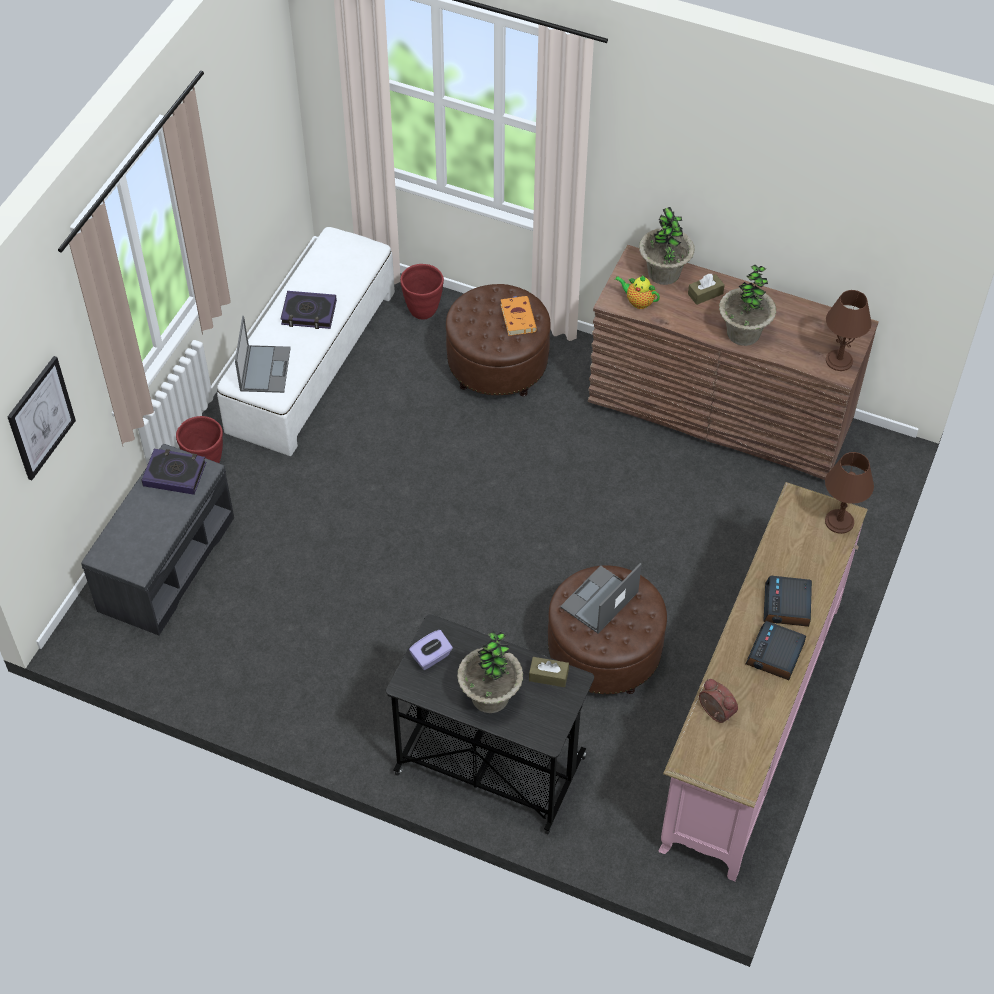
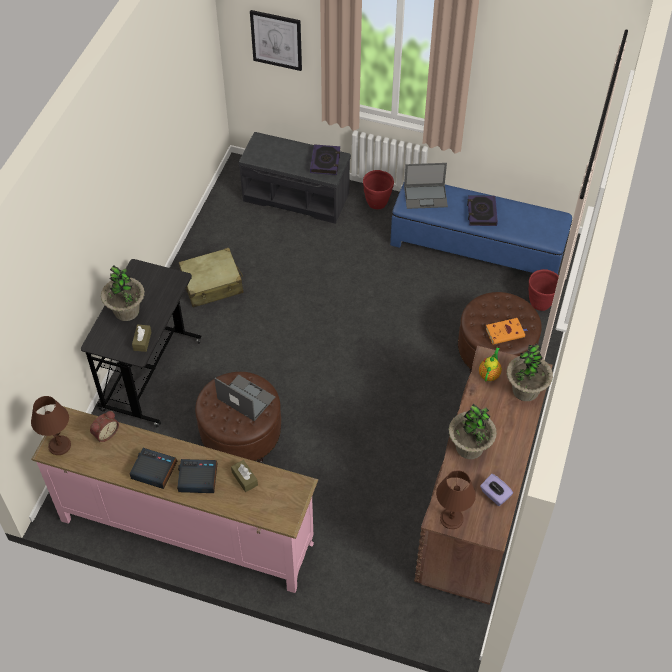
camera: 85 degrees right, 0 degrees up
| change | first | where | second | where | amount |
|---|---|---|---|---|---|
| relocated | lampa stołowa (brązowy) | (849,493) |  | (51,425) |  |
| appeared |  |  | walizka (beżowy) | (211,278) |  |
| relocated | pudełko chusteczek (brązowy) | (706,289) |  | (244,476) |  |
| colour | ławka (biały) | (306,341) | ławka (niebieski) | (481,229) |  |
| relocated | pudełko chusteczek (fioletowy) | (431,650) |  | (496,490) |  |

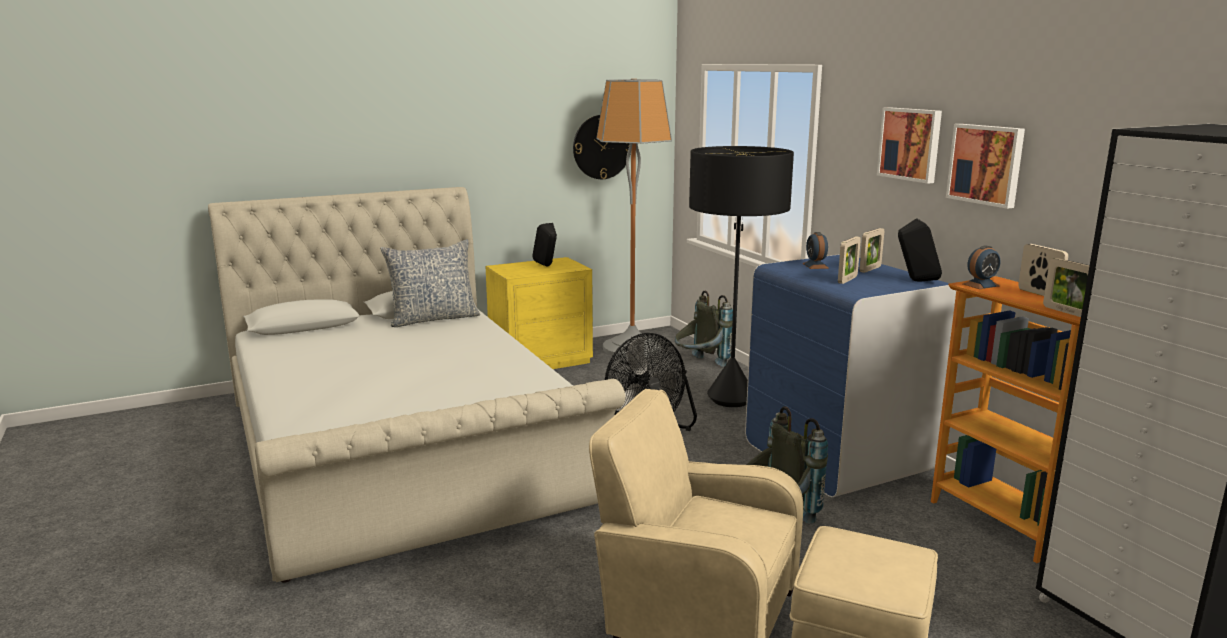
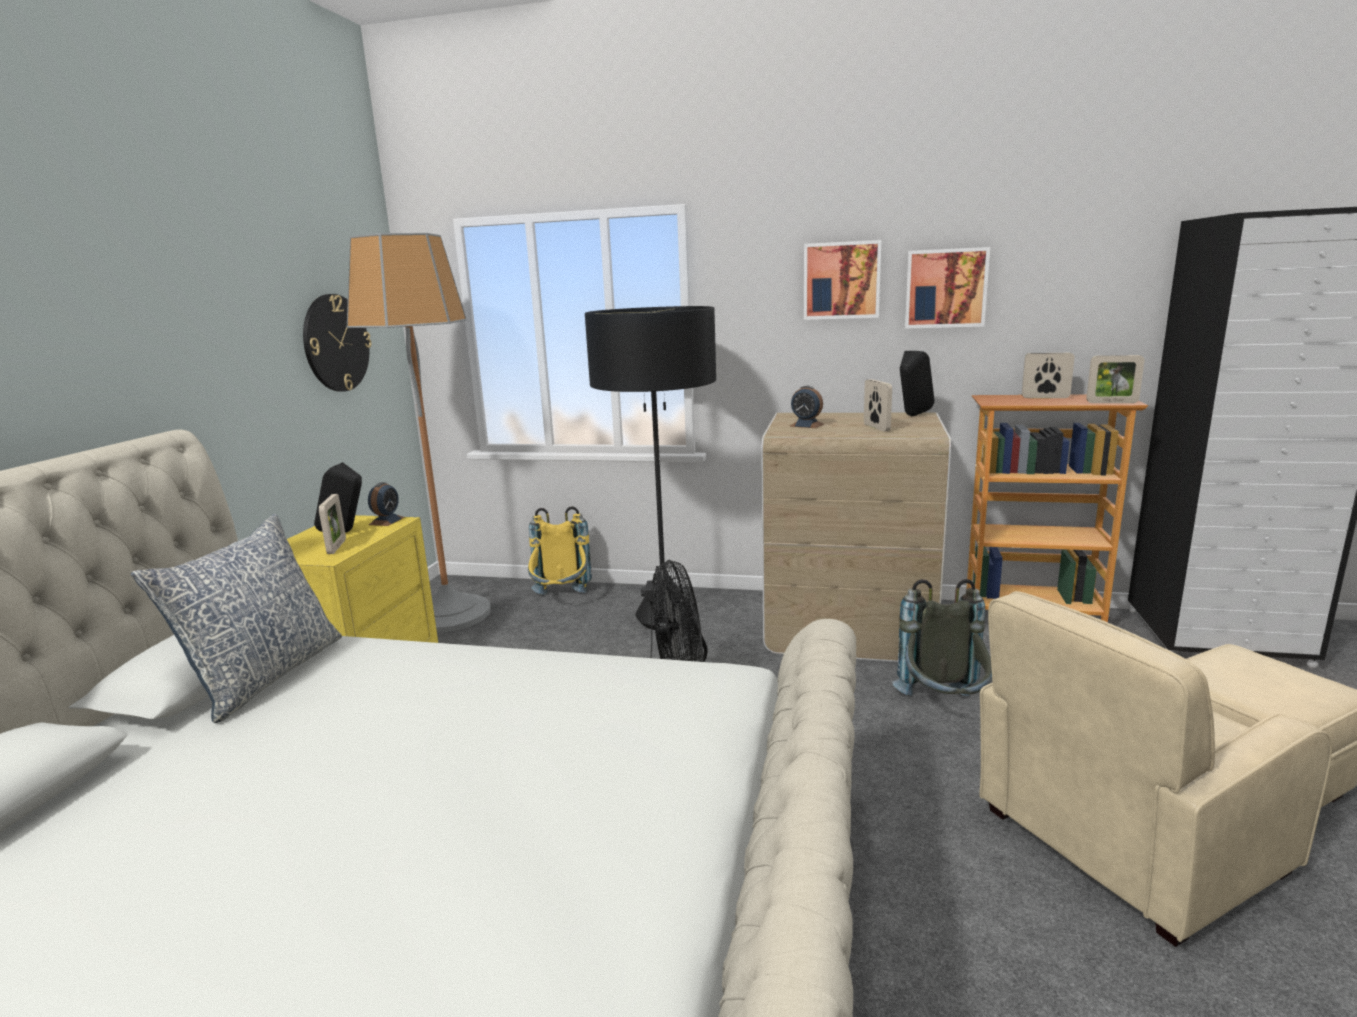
camera: 50 degrees left, 0 degrees up
| change | first | where | second | where | amount |
|---|---|---|---|---|---|
| relocated | ramka na zdjęcie | (871,250) |  | (332,524) |  |
| relocated | budzik | (982,267) |  | (386,504) |  |
| colour | plecak (szary) | (704,328) | plecak (żółty) | (560,550) |  |
| colour | komoda (niebieski) | (850,375) | komoda (beżowy) | (856,537) |  |

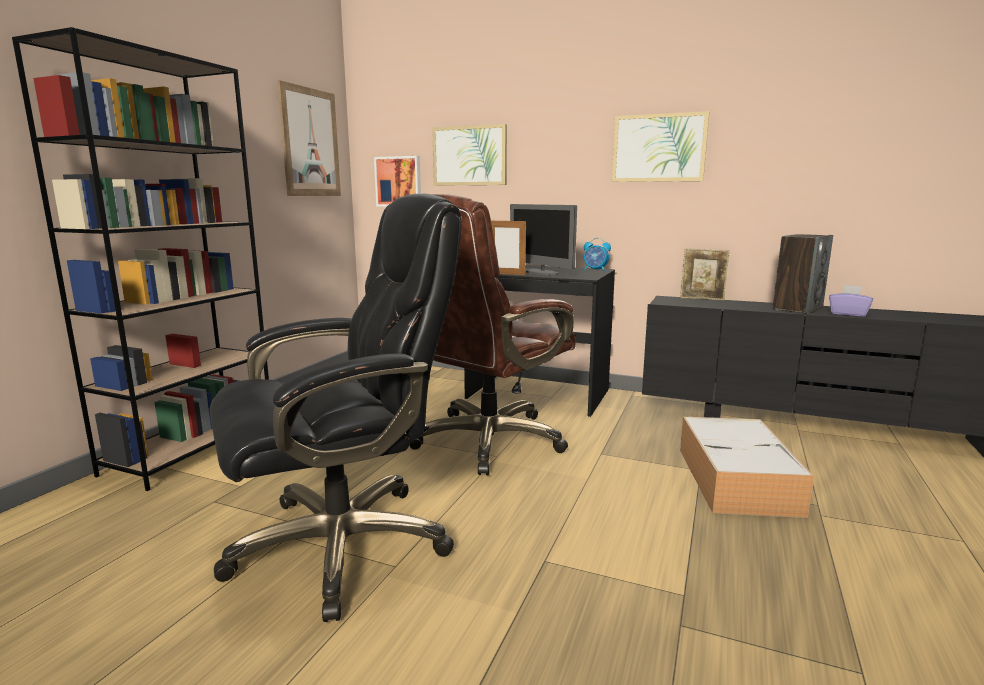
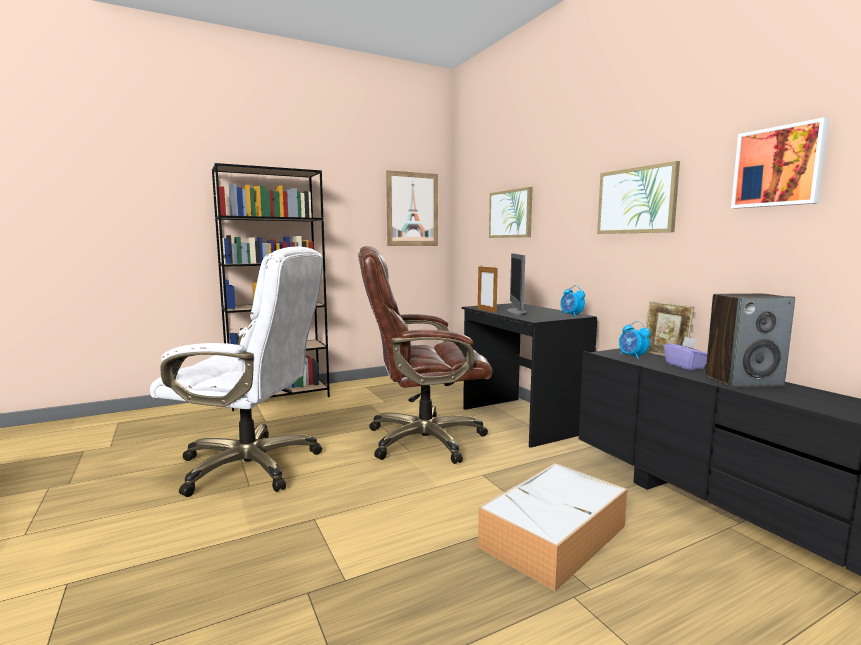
camera: 40 degrees right, 5 degrees down
| change | first | where | second | where | amount |
|---|---|---|---|---|---|
| colour | krzesło biurowe (czarny) | (336,408) | krzesło biurowe (biały) | (236,372) |  |
| appeared |  |  | budzik | (634,340) |  |
| relocated | pudełko chusteczek (fioletowy) | (851,301) |  | (685,353) |  |
| relocated | obraz | (397,181) |  | (780,163) |  |

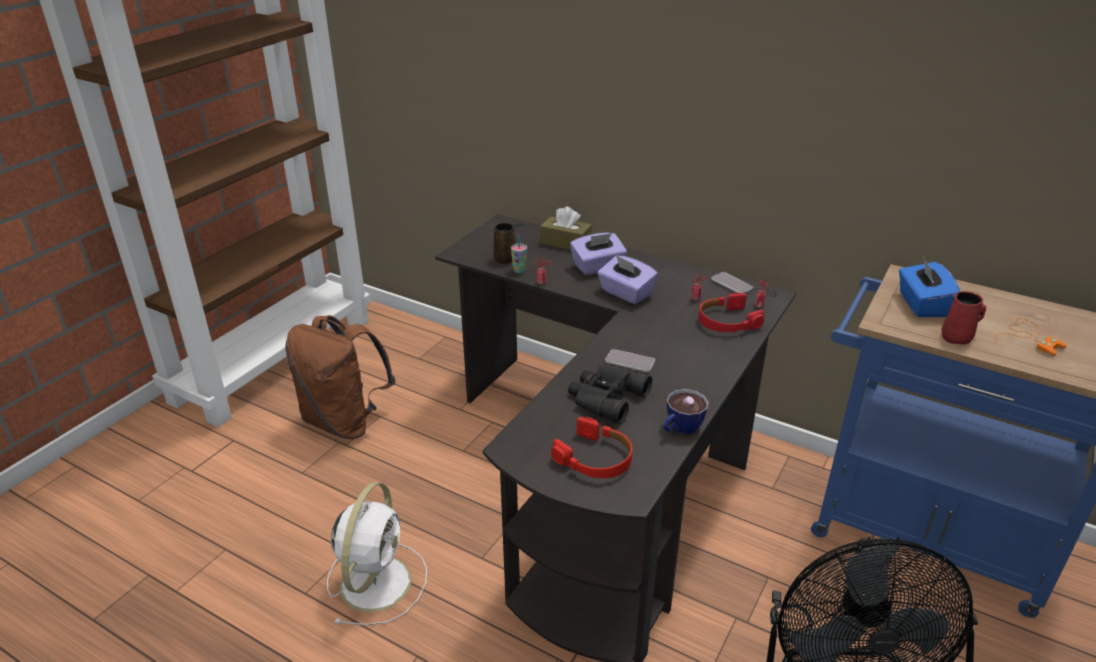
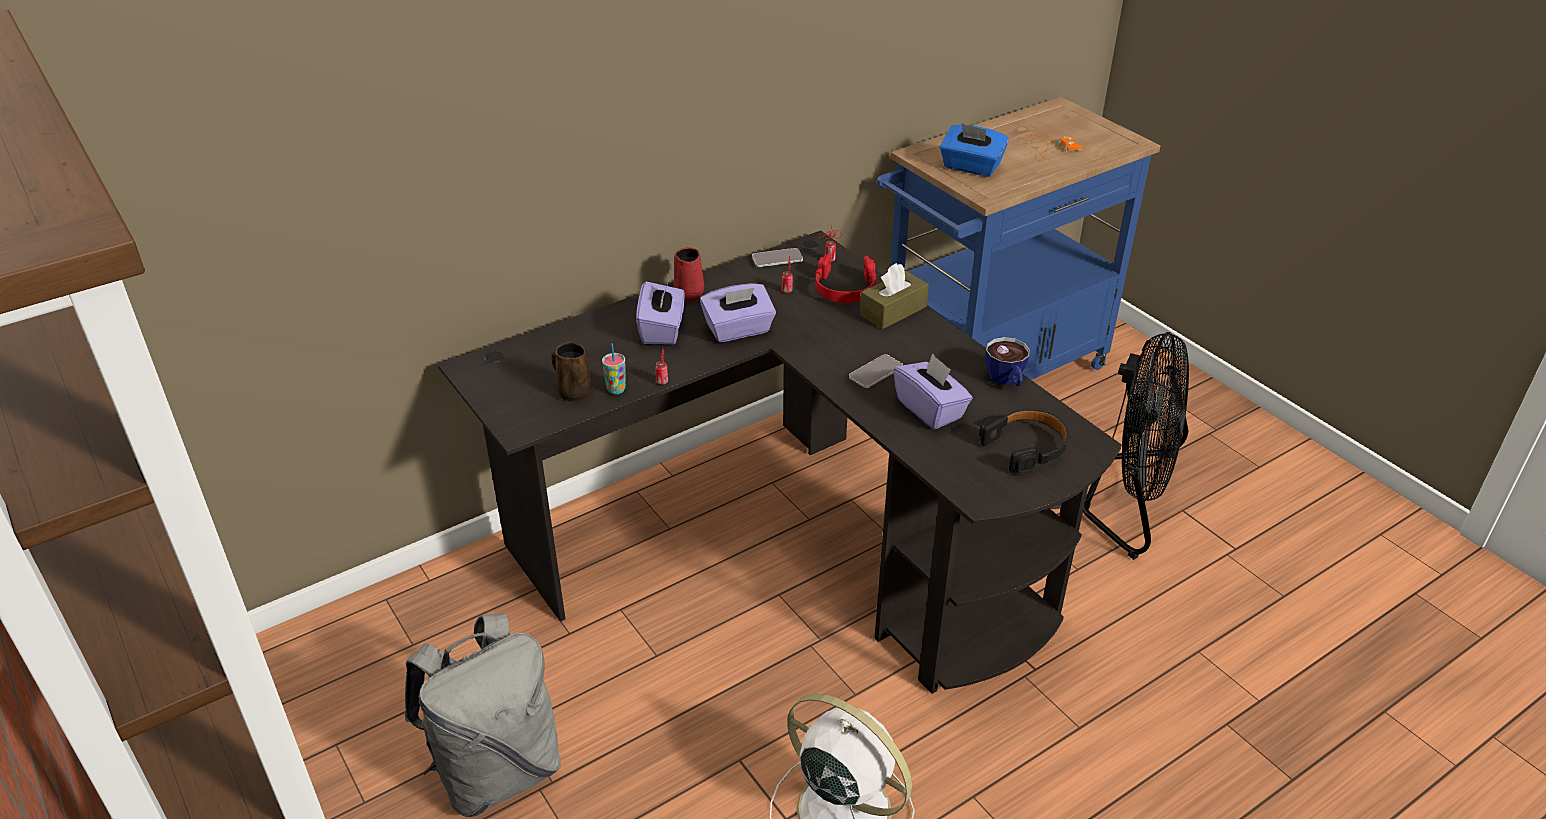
camera: 65 degrees left, 5 degrees up
| change | first | where | second | where | amount |
|---|---|---|---|---|---|
| colour | plecak (brązowy) | (340,377) | plecak (szary) | (483,715) |  |
| relocated | kubek (czerwony) | (963,317) |  | (689,274) |  |
| relocated | pudełko chusteczek (brązowy) | (566,228) |  | (894,296) |  |
| exchanged | lornetka (czarny) | (610,394) | pudełko chusteczek (fioletowy) | (933,391) |  |
| colour | słuchawki (czerwony) | (591,447) | słuchawki (czarny) | (1023,441) |  |

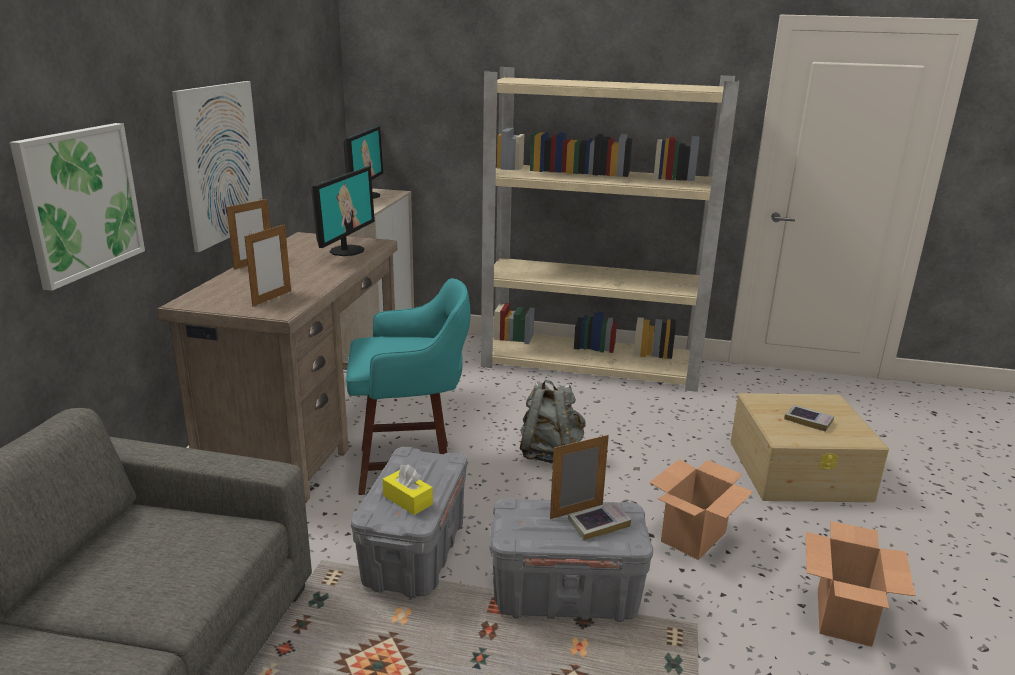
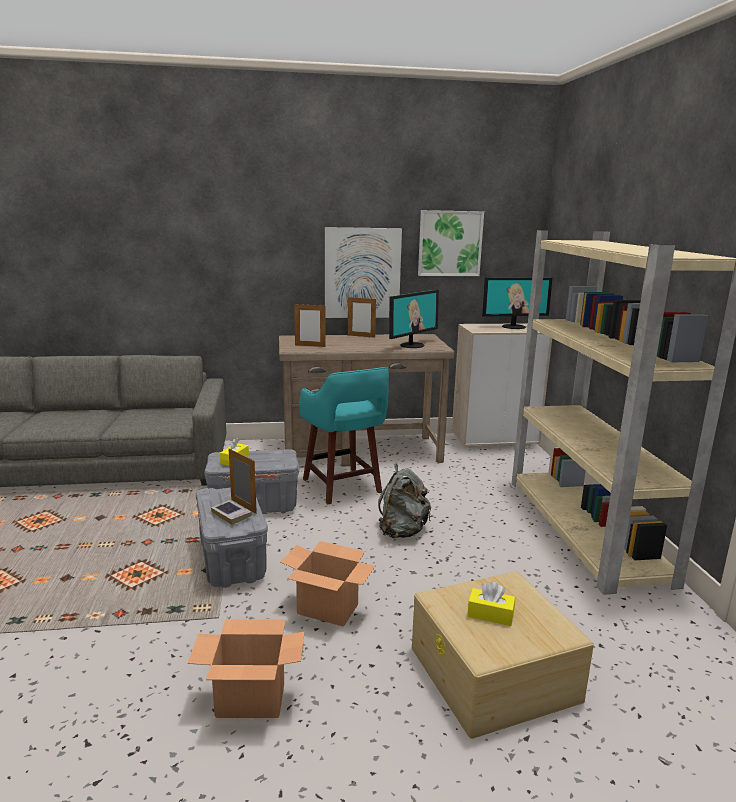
camera: 70 degrees right, 5 degrees down
| change | first | where | second | where | amount |
|---|---|---|---|---|---|
| spun | monitor | (343,211) |  | (414,319) | 45 degrees counterclockwise |
| relocated | obraz | (77,207) |  | (451,243) |  |
| exchanged | książka | (809,418) | pudełko chusteczek (żółty) | (491,604) |  |

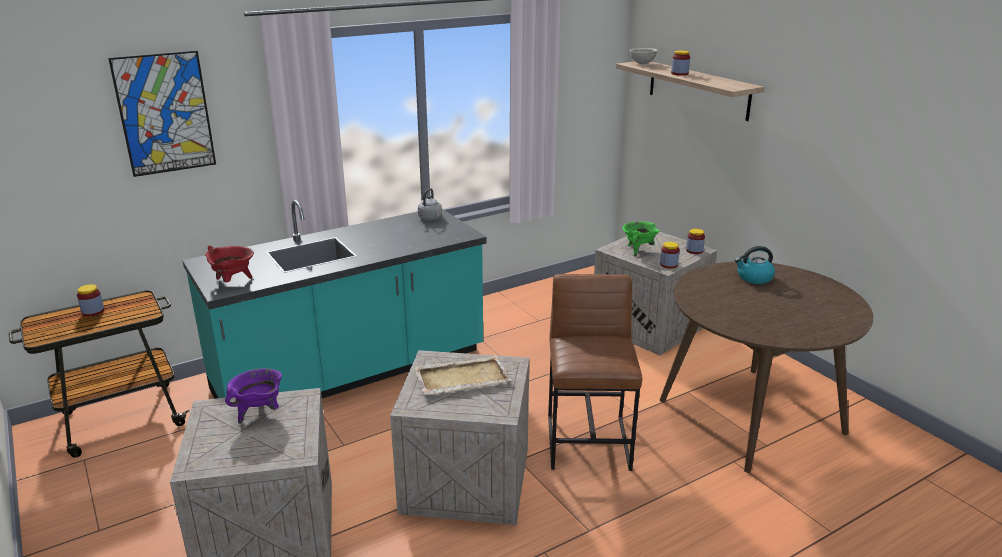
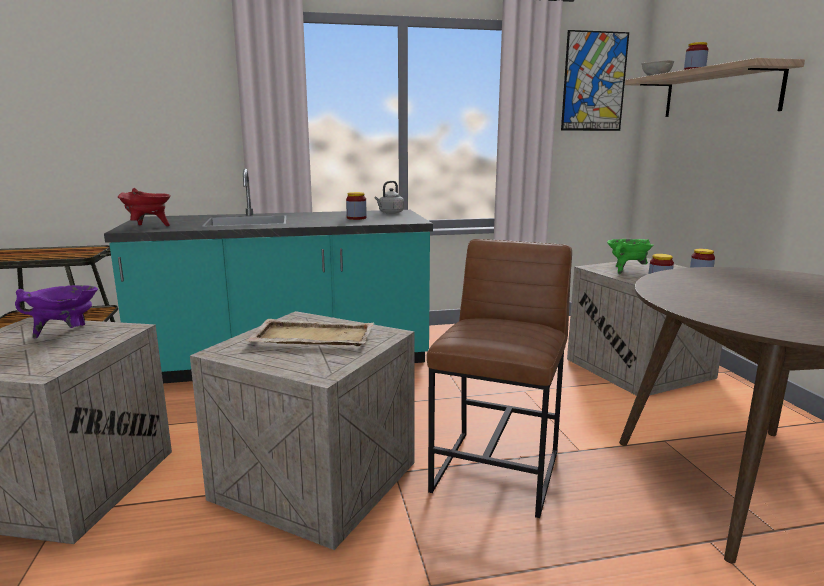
camera: 20 degrees right, 10 degrees down
| change | first | where | second | where | amount |
|---|---|---|---|---|---|
| relocated | słoik | (90,300) |  | (356,206) |  |
| relocated | obraz | (162,114) |  | (595,80) |  |
| missing | czajnik | (755,265) |  |  |  |

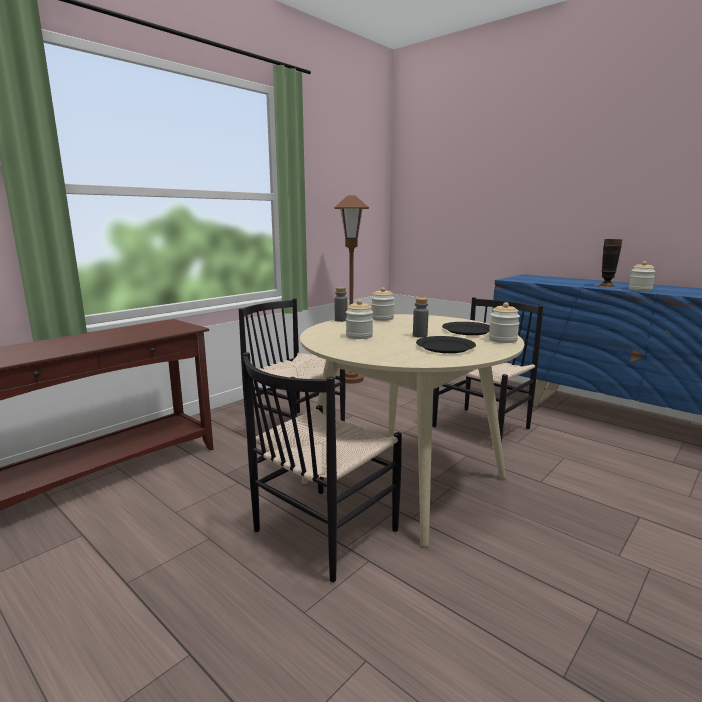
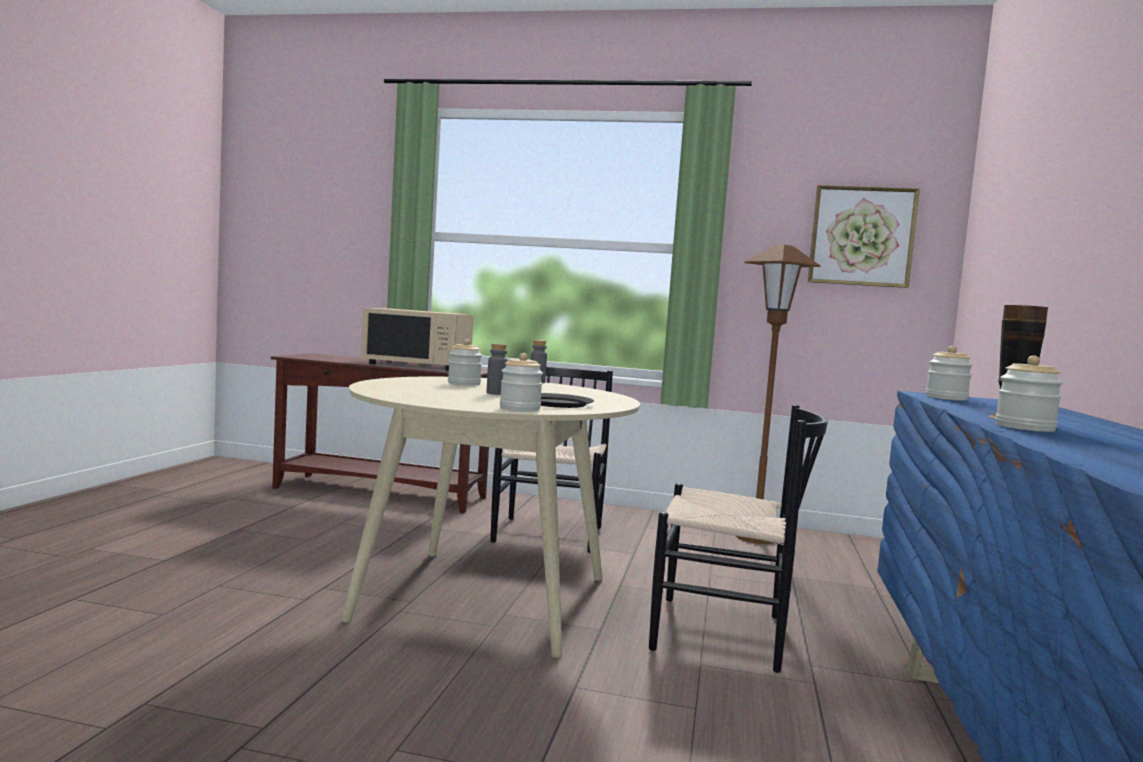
camera: 60 degrees right, 10 degrees down
| change | first | where | second | where | amount |
|---|---|---|---|---|---|
| appeared |  |  | mikrofalówka (beżowy) | (417,339) |  |
| appeared |  |  | obraz | (864,236) |  |
| relocated | słoik | (382,304) |  | (949,373) |  |
| missing | krzesło (czarny) | (322,467) |  |  |  |
| missing | talerz (czarny) | (446,344) |  |  |  |

